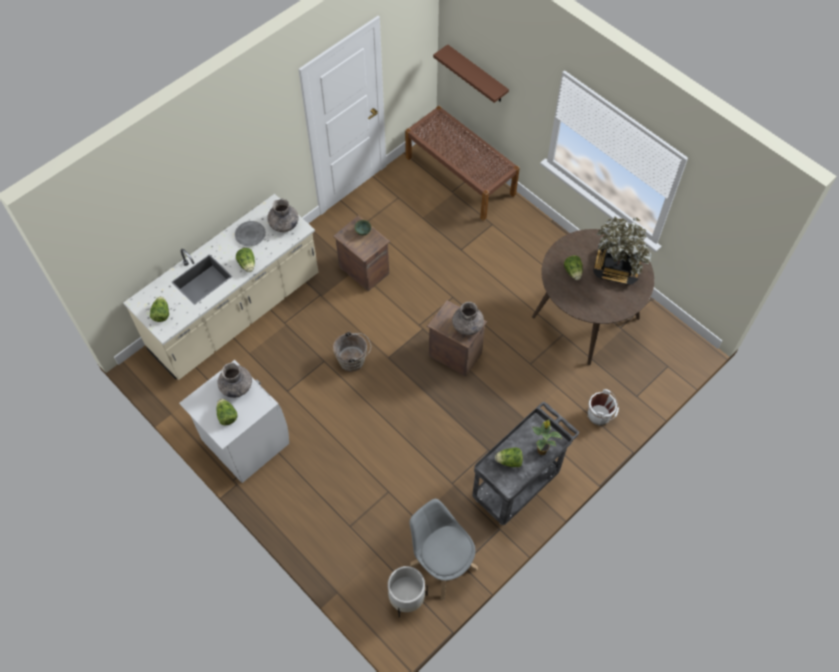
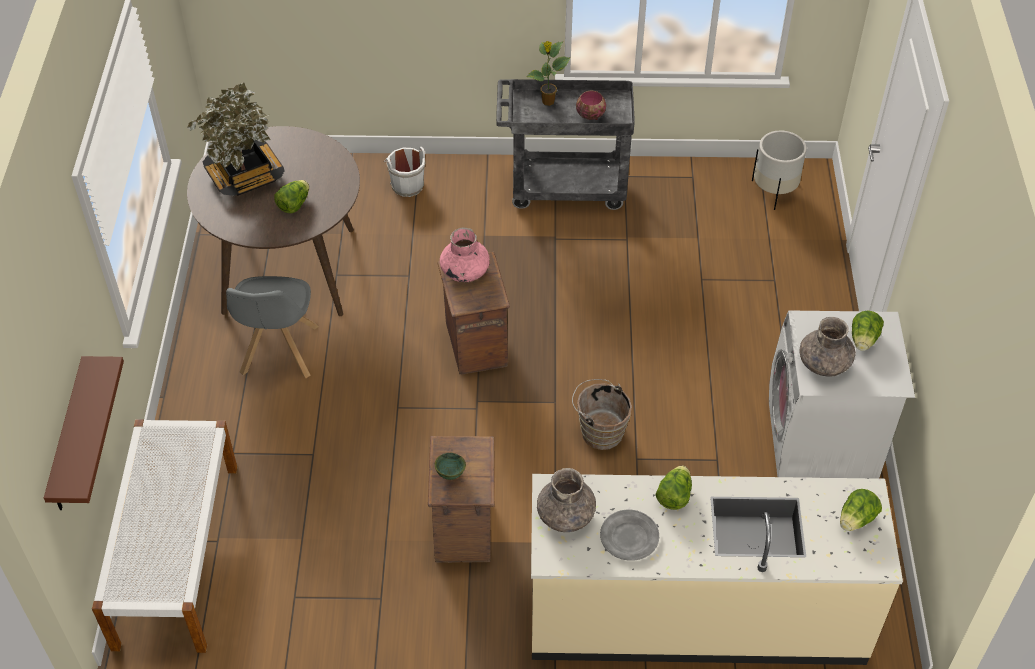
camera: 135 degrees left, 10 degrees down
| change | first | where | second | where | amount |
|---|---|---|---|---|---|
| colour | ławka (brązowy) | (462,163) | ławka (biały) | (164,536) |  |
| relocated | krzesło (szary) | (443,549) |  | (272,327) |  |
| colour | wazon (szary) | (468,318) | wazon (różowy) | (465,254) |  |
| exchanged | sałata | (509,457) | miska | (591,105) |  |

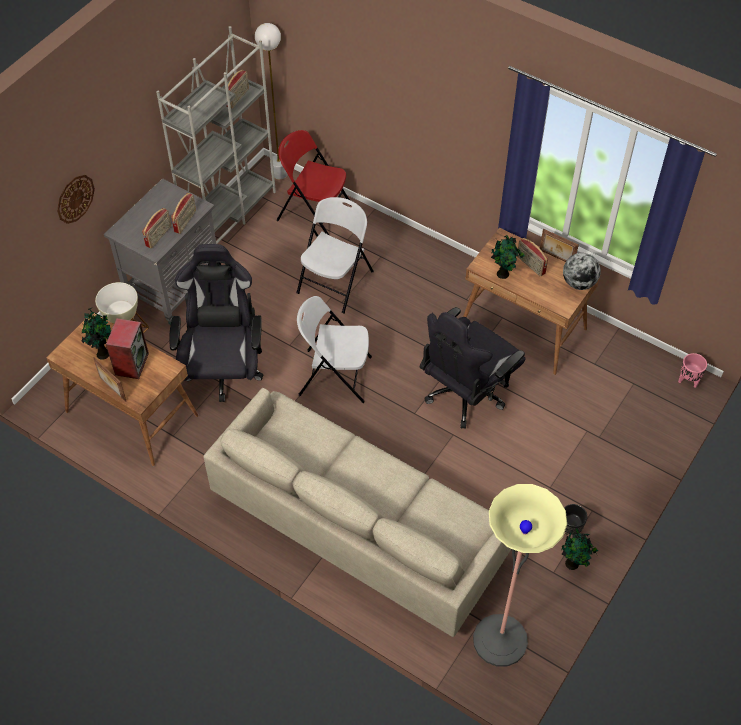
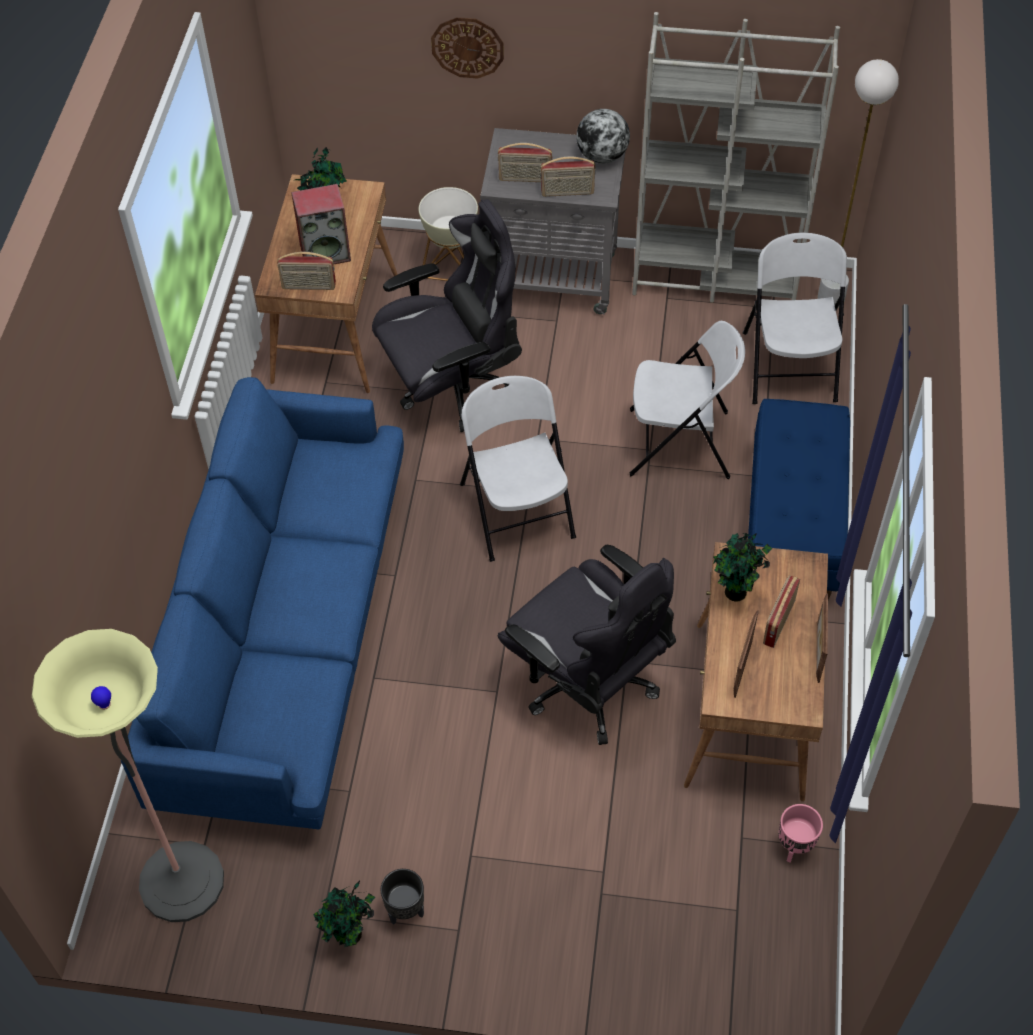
camera: 65 degrees right, 0 degrees up
| change | first | where | second | where | amount |
|---|---|---|---|---|---|
| colour | kanapa (beżowy) | (357,512) | kanapa (niebieski) | (262,603) |  |
| relocated | radio | (237,89) |  | (306,271) |  |
| spun | krzesło biurowe (czarny) | (473,368) |  | (587,645) | 150 degrees counterclockwise |
| relocated | globus | (582,271) |  | (603,136) |  |
| relocated | ramka na zdjęcie | (110,379) |  | (746,654) |  |
| colour | krzesło (czerwony) | (313,182) | krzesło (biały) | (795,318) |  |
| appeared |  |  | ławka (niebieski) | (799,499) |  |
| relocated | donica (różowy) | (692,370) |  | (801,833) |  |

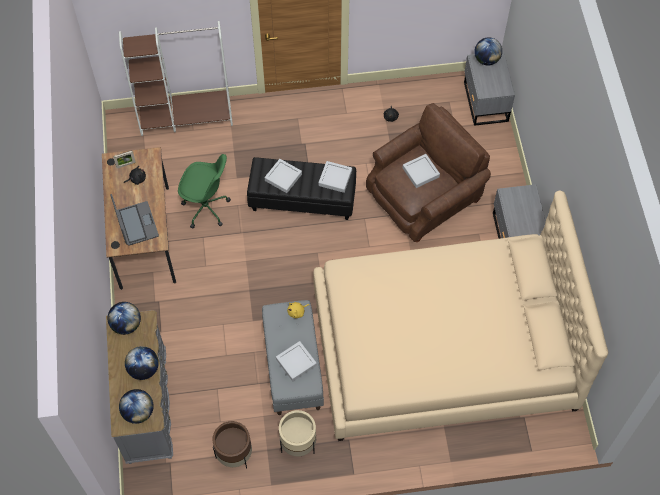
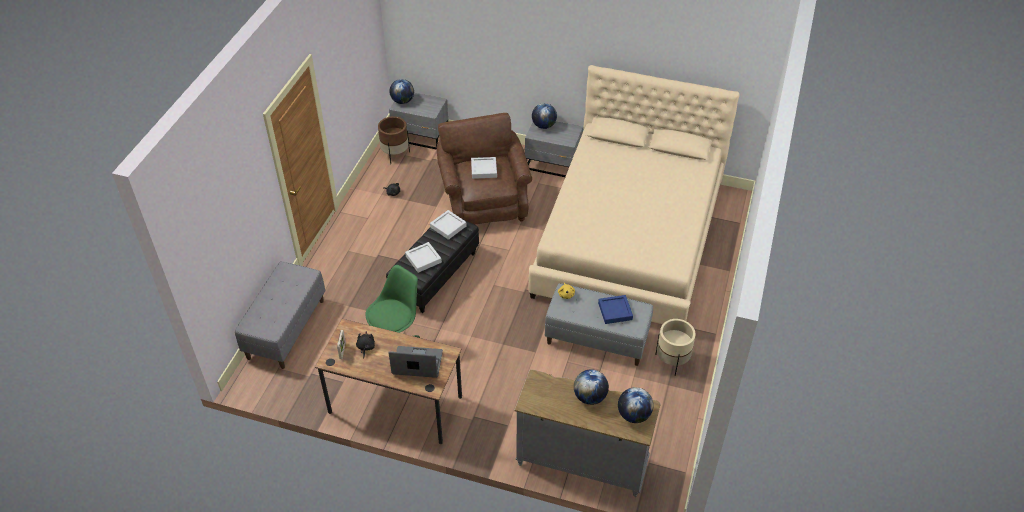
camera: 65 degrees left, 15 degrees down
| change | first | where | second | where | amount |
|---|---|---|---|---|---|
| exchanged | wieszak (brązowy) | (176,78) | ławka (szary) | (280,315) |  |
| relocated | donica (brązowy) | (232,445) |  | (394,140) |  |
| relocated | globus | (124,318) |  | (544,116) |  |
| colour | taca (szary) | (296,361) | taca (niebieski) | (615,309) |  |

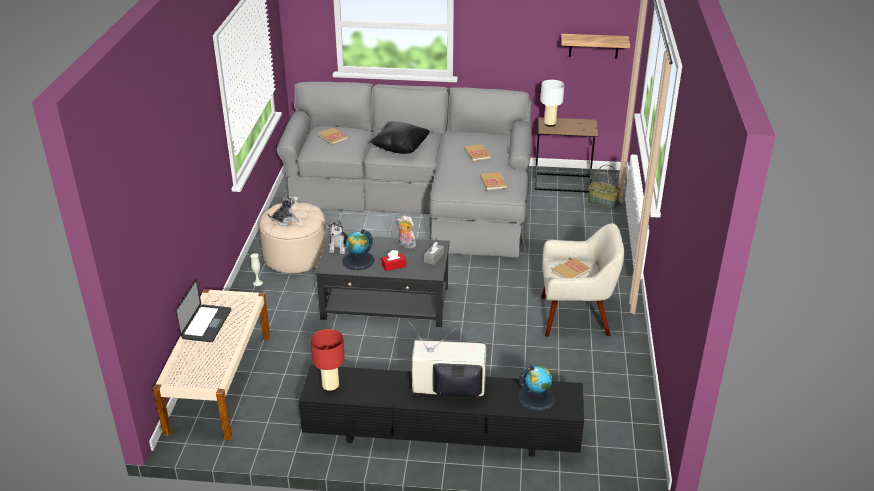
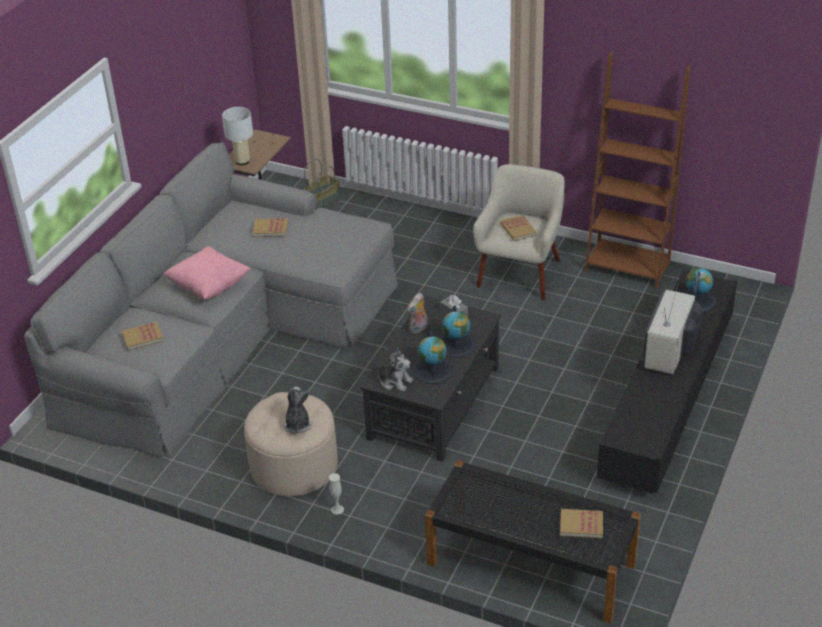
camera: 70 degrees left, 5 degrees up
| change | first | where | second | where | amount |
|---|---|---|---|---|---|
| colour | poduszka (czarny) | (400,137) | poduszka (różowy) | (207,273) |  |
| colour | ławka (beżowy) | (211,364) | ławka (czarny) | (533,542) |  |
| exchanged | pudełko chusteczek (czerwony) | (394,260) | globus | (458,332) |  |
| relocated | książka | (493,181) |  | (581,523) |  |
| appeared |  |  | regał (brązowy) | (637,170) |  |
| missing | laptop | (203,310) |  |  |  |
| missing | lampa stołowa (czerwony) | (327,360) |  |  |  |
| missing | półka | (595,46) |  |  |  |

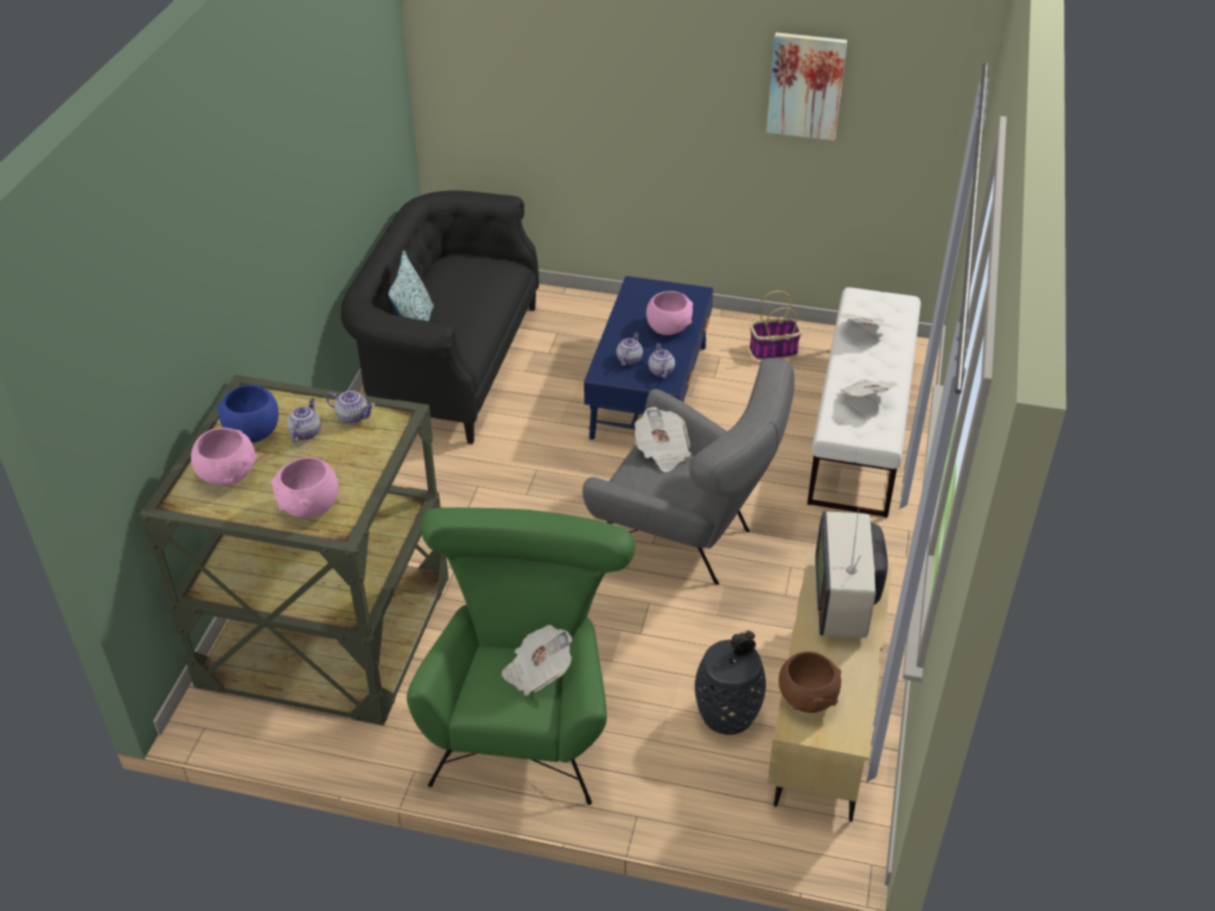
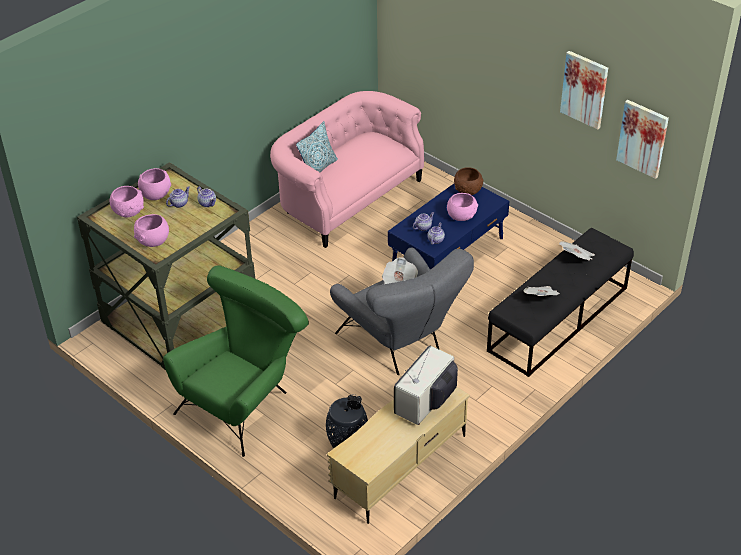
camera: 30 degrees right, 0 degrees up
| change | first | where | second | where | amount |
|---|---|---|---|---|---|
| colour | miska (niebieski) | (248,413) | miska (różowy) | (154,184) |  |
| colour | kanapa (czarny) | (440,317) | kanapa (różowy) | (347,169) |  |
| relocated | miska (brązowy) | (810,682) |  | (469,181) |  |
| colour | ławka (biały) | (864,402) | ławka (czarny) | (560,302) |  |
| appeared |  |  | obraz | (642,139) |  |
| missing | gazeta | (537,660) |  |  |  |
| missing | koszyk | (775,325) |  |  |  |

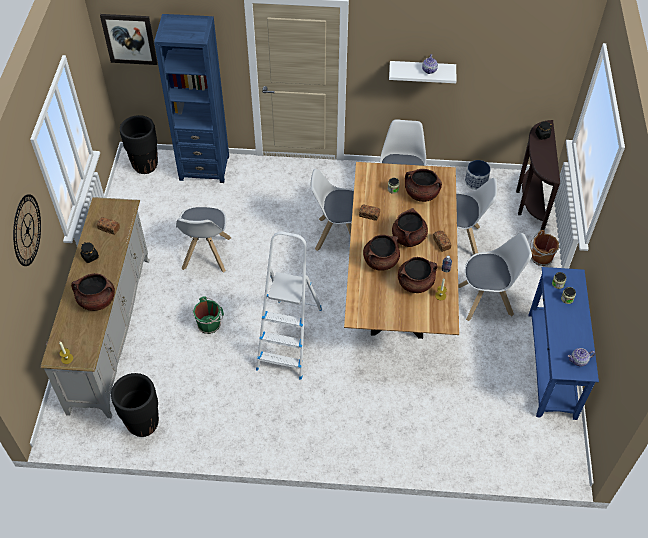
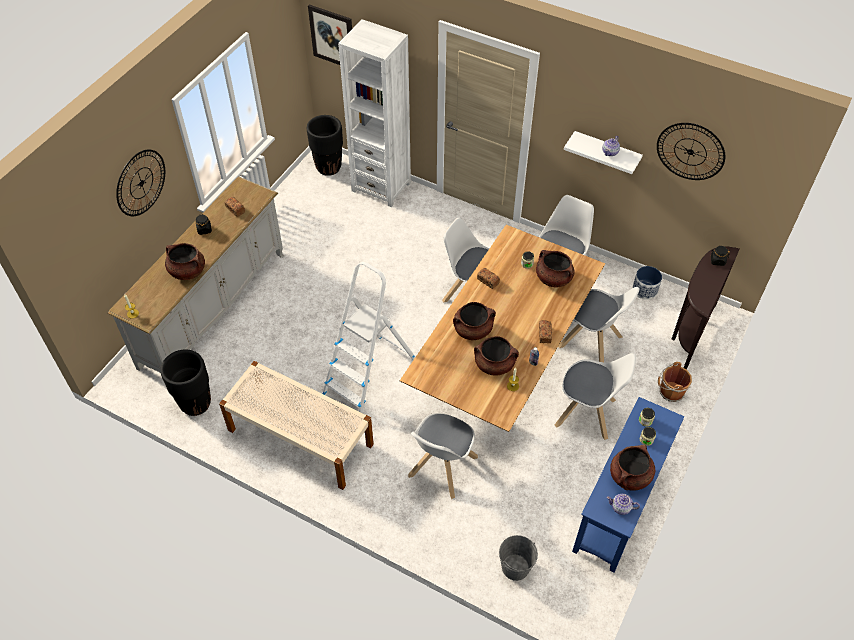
camera: 25 degrees right, 0 degrees up
| change | first | where | second | where | amount |
|---|---|---|---|---|---|
| appeared |  |  | ławka (beżowy) | (296,425) |  |
| colour | regał (niebieski) | (191,98) | regał (biały) | (374,113) |  |
| relocated | krzesło | (203,240) |  | (443,456) |  |
| appeared |  |  | wiadro (szary) | (518,558) |  |
| relocated | garnek (brązowy) | (410,227) |  | (632,468) |  |
| appeared |  |  | zegar ścienny | (691,151) |  |
| missing | wiadro (zielony) | (208,315) |  |  |  |

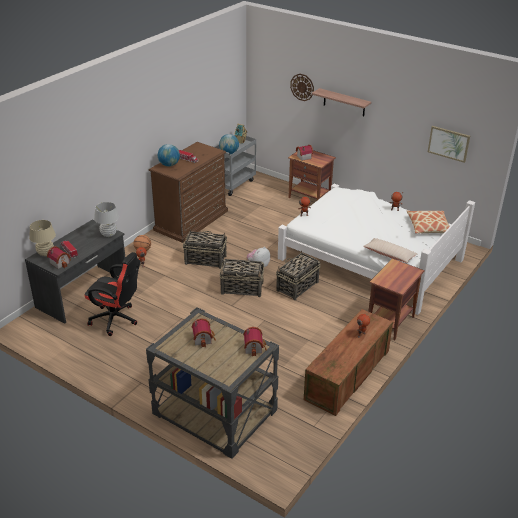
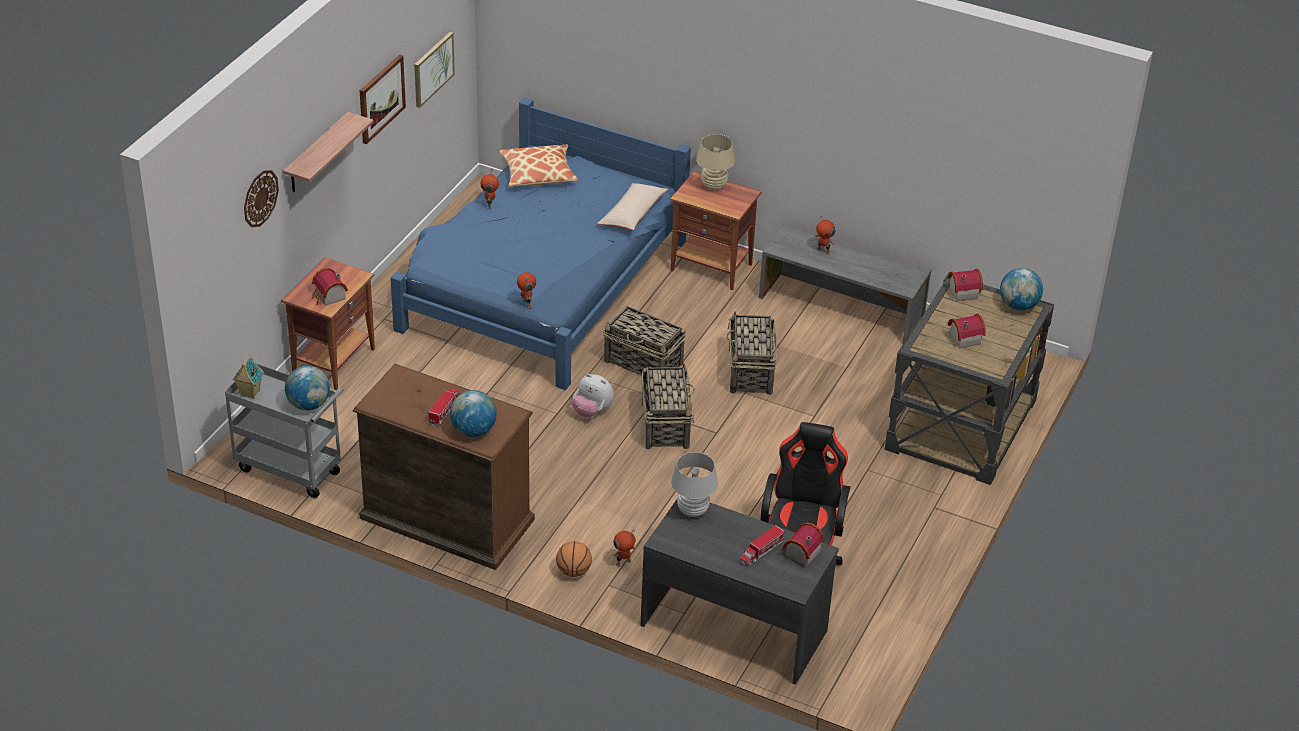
camera: 100 degrees left, 5 degrees up
| change | first | where | second | where | amount |
|---|---|---|---|---|---|
| appeared |  |  | obraz | (383,99) |  |
| colour | łóżko (biały) | (376,249) | łóżko (niebieski) | (541,243) |  |
| relocated | lampa stołowa (beżowy) | (42,238) |  | (715,162) |  |
| relocated | koszyk | (205,248) |  | (751,353) |  |
| colour | ławka (brązowy) | (348,362) | ławka (szary) | (845,284) |  |
| appeared |  |  | globus | (1021,289) |  |

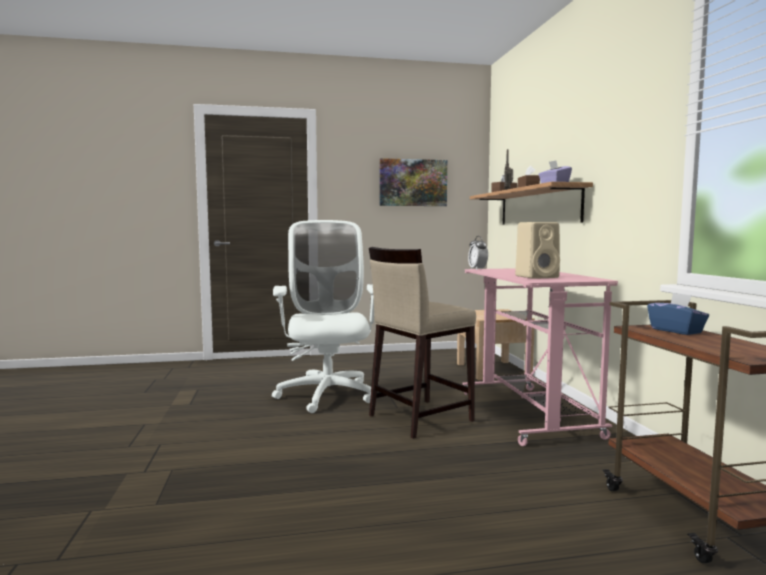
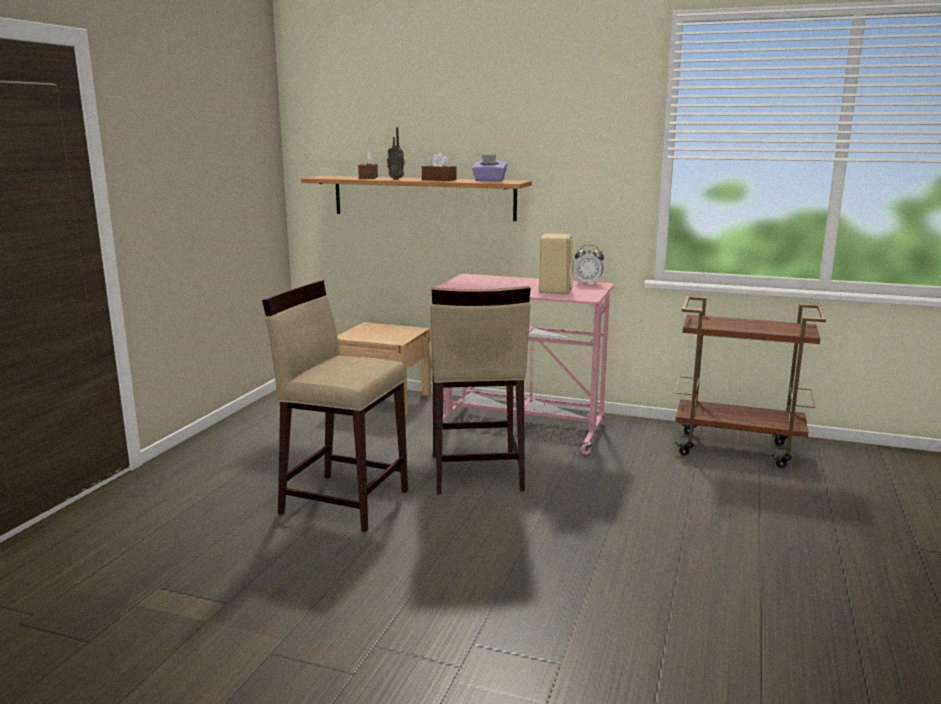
camera: 60 degrees left, 10 degrees up
| change | first | where | second | where | amount |
|---|---|---|---|---|---|
| exchanged | krzesło biurowe (biały) | (323,316) | stołek (beżowy) | (335,406) |  |
| relocated | budzik | (478,253) |  | (589,265) |  |
| missing | obraz | (413,182) |  |  |  |
| missing | pudełko chusteczek (niebieski) | (678,314) |  |  |  |

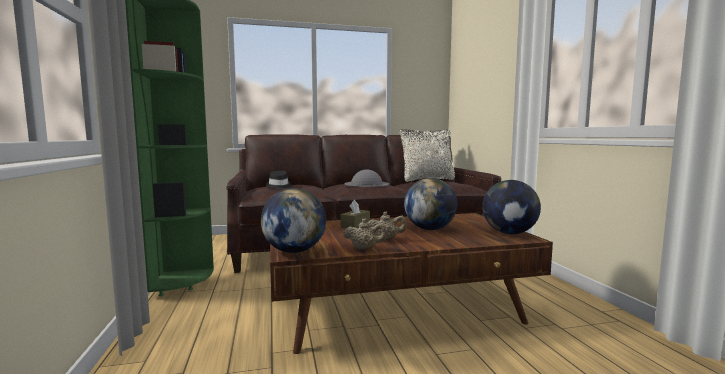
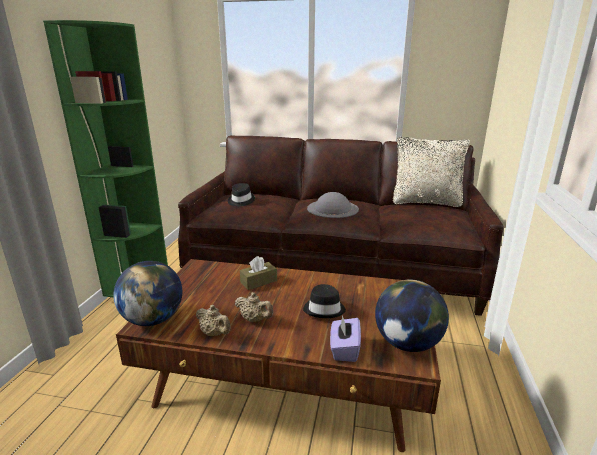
camera: 25 degrees right, 15 degrees up
| change | first | where | second | where | amount |
|---|---|---|---|---|---|
| exchanged | globus | (430,204) | kapelusz (czarny) | (324,301) |  |
| appeared |  |  | pudełko chusteczek (fioletowy) | (345,338) |  |

